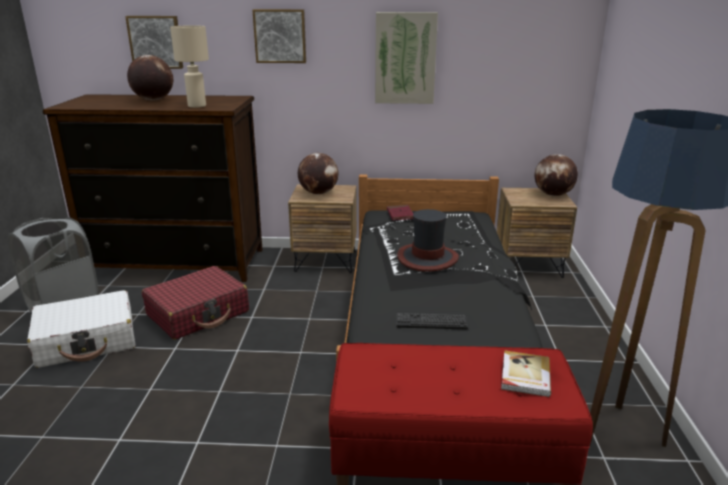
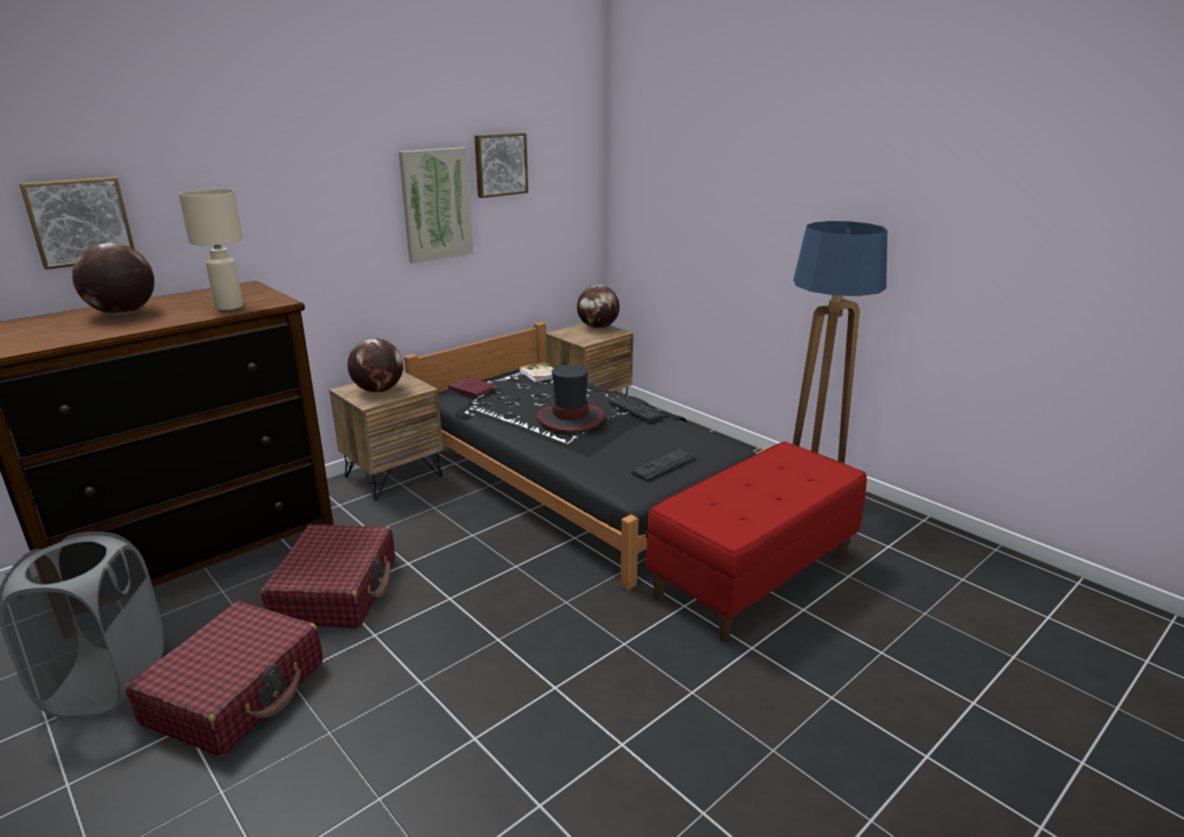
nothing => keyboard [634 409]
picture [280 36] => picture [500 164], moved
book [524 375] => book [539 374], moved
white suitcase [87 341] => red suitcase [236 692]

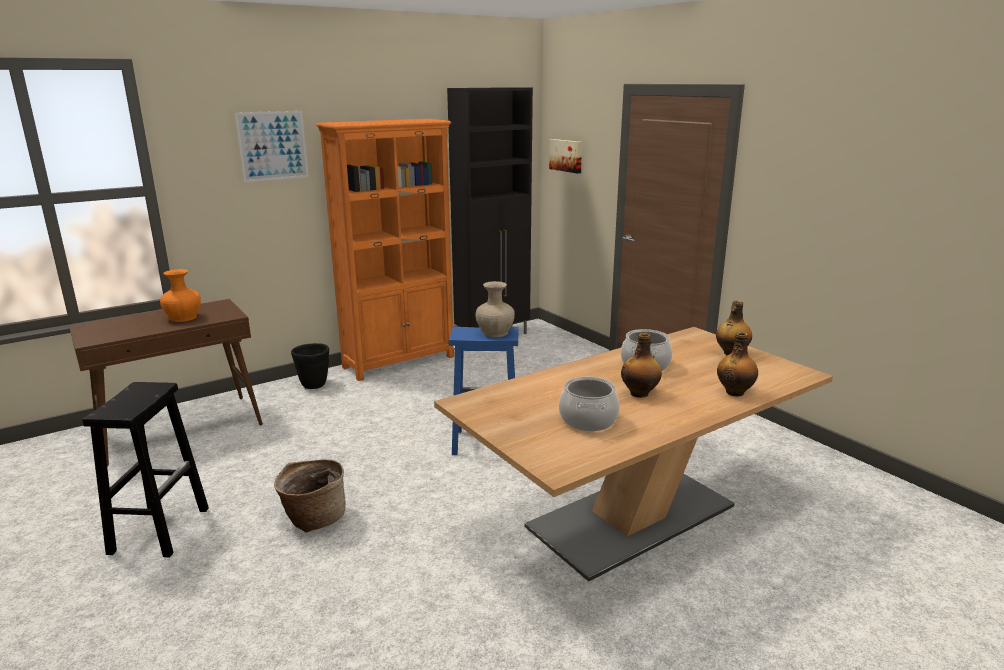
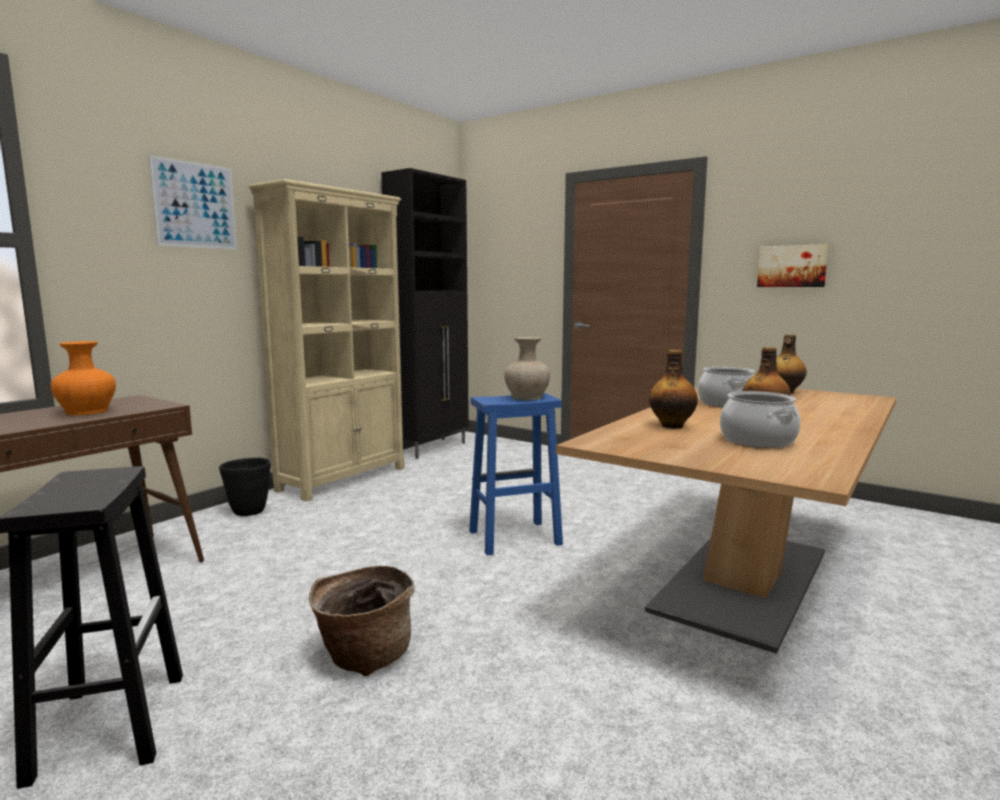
picture [566 155] => picture [792 266], moved
bottle [735 392] => bottle [672 425], moved
orange bookcase [400 361] => beige bookcase [343 479]

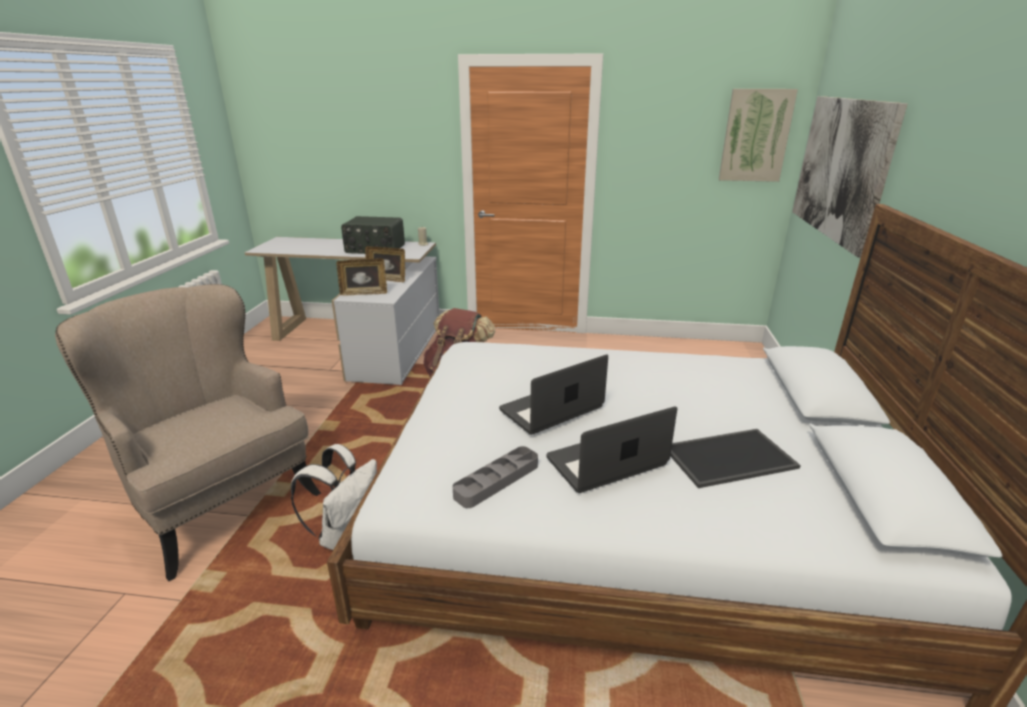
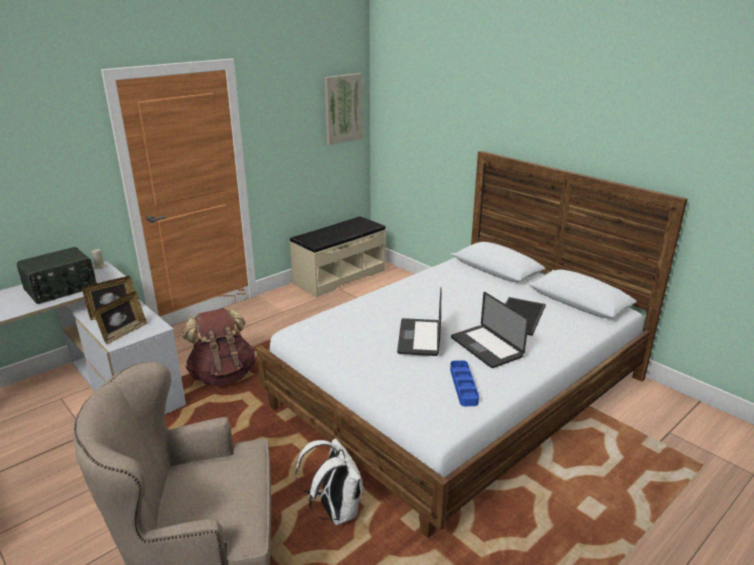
picture [841 168] => nothing
nothing => beige bench [339 276]
grey tray [497 480] => blue tray [463 385]
laptop [606 462] => laptop [486 347], 45 degrees counterclockwise

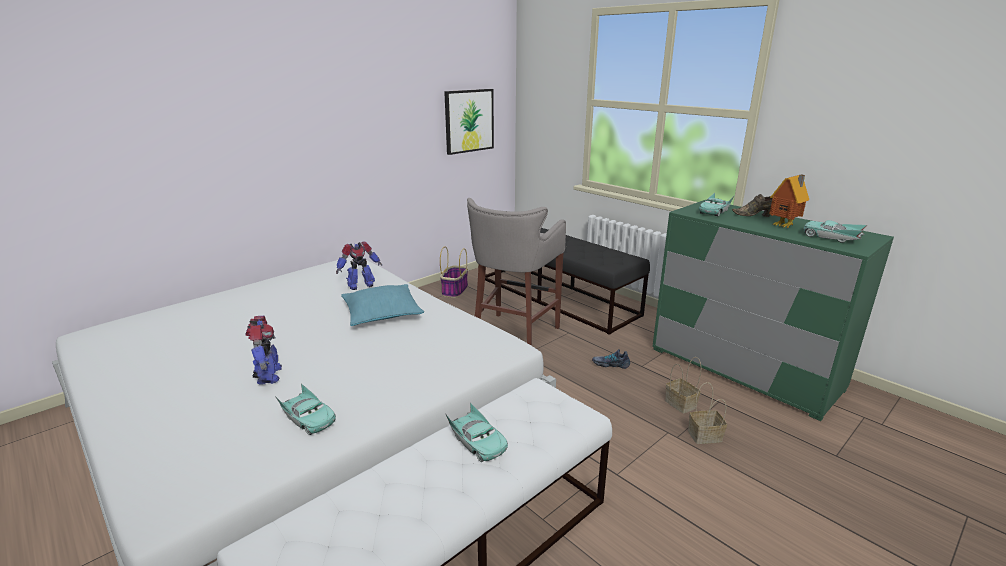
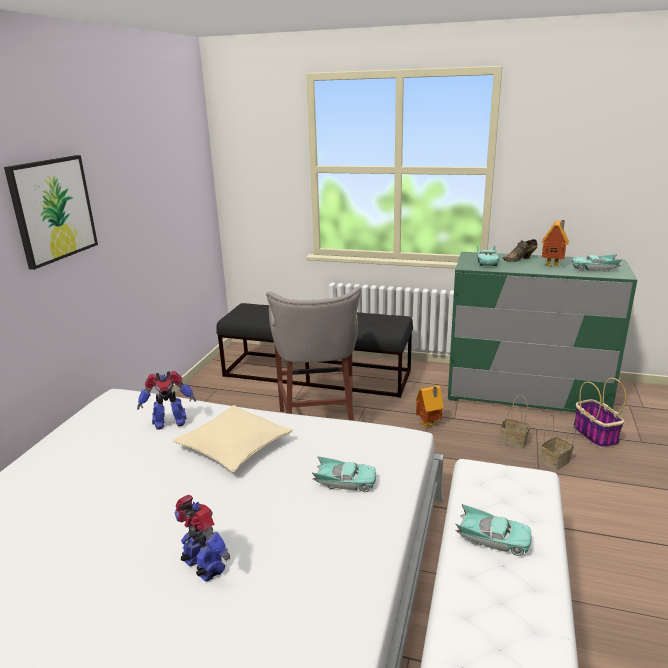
turquoise toy car [308 418] => turquoise toy car [345 482], moved
basket [455 290] => basket [594 435], moved
picture [469 121] => picture [53 209], moved
shoe [610 364] => toy house [429 425]
turquoise pillow [382 313] => beige pillow [234 447]
toy robot [360 285] => toy robot [169 422], 45 degrees clockwise

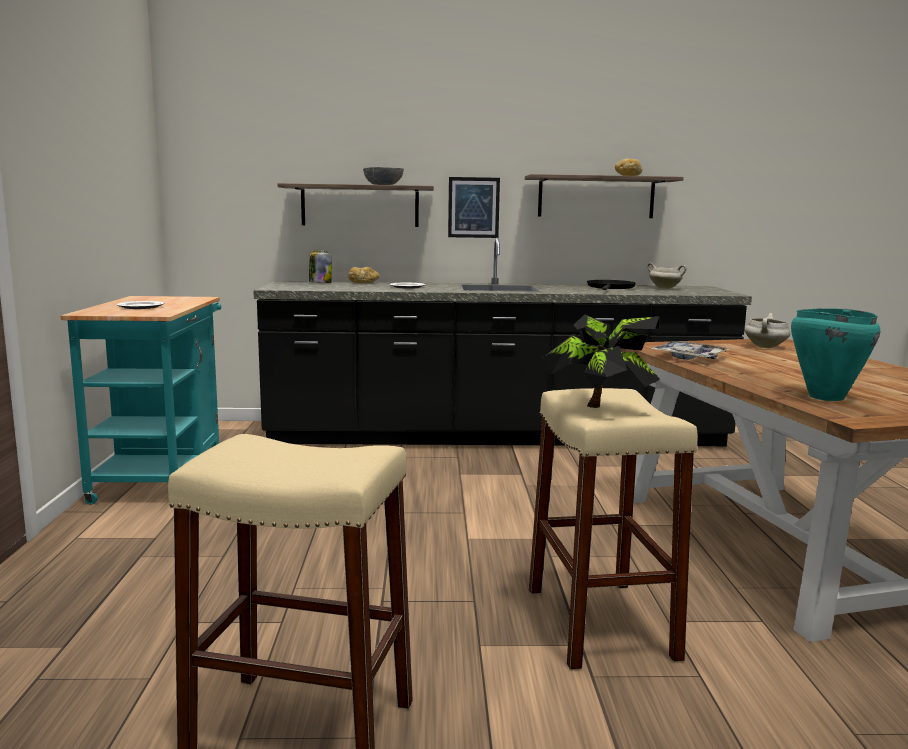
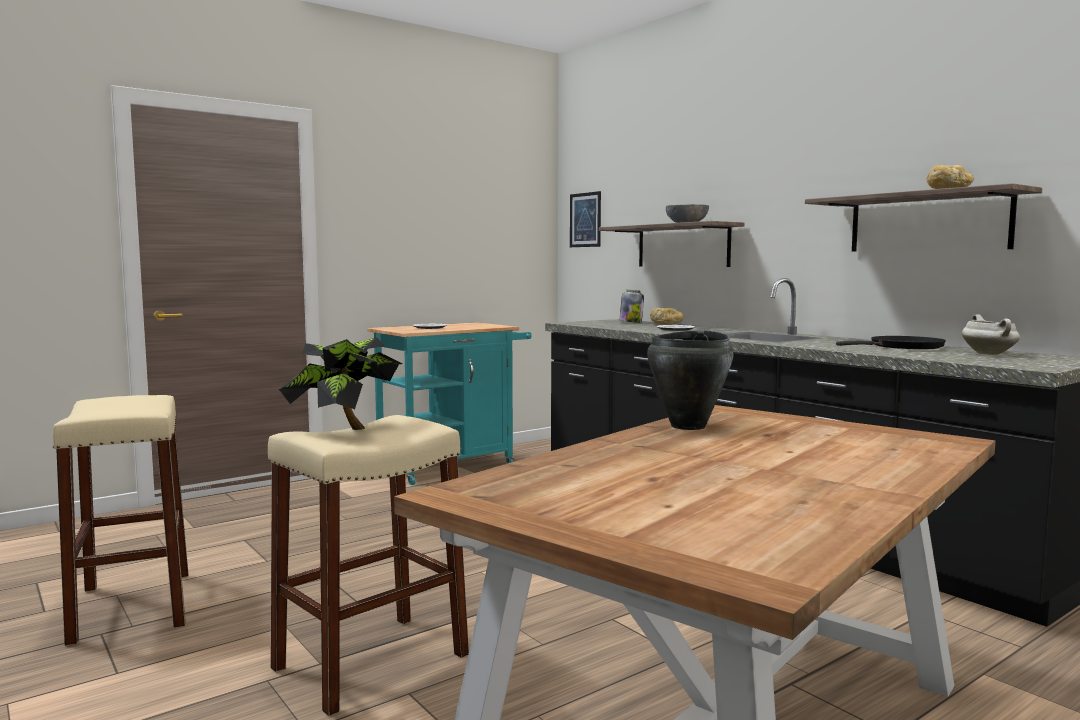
white cooking pot [766 347] => nothing
turquoise cooking pot [825 397] => nothing
picture [473 207] => picture [585 220], moved
tray [689 357] => black cooking pot [689 426]

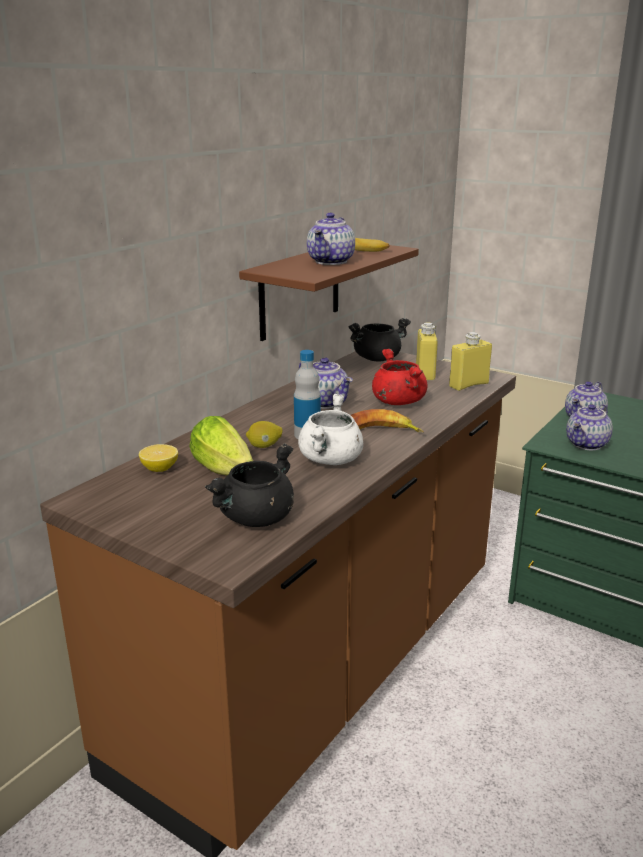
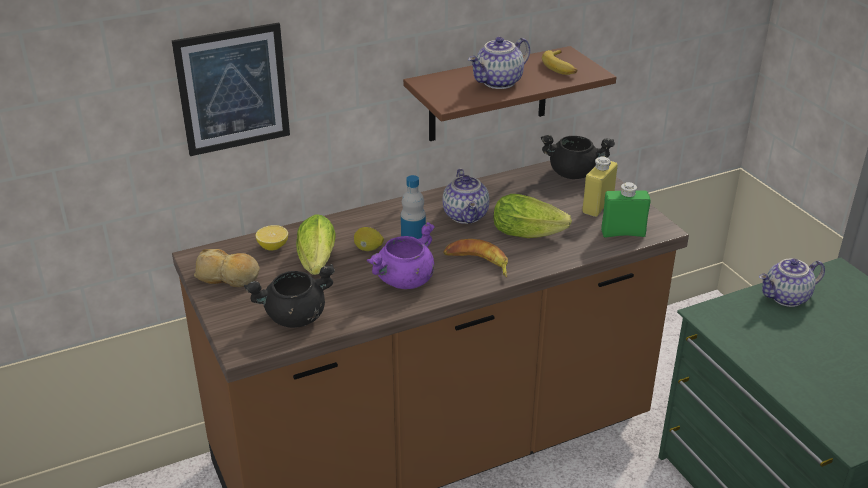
teapot [587 444] => nothing
nothing => picture [233 89]
nothing => bread [228 277]
red cooking pot [397 401] => lettuce [531 233]
white cooking pot [331 460] => purple cooking pot [404 281]
yellow bottle [468 385] => green bottle [623 233]

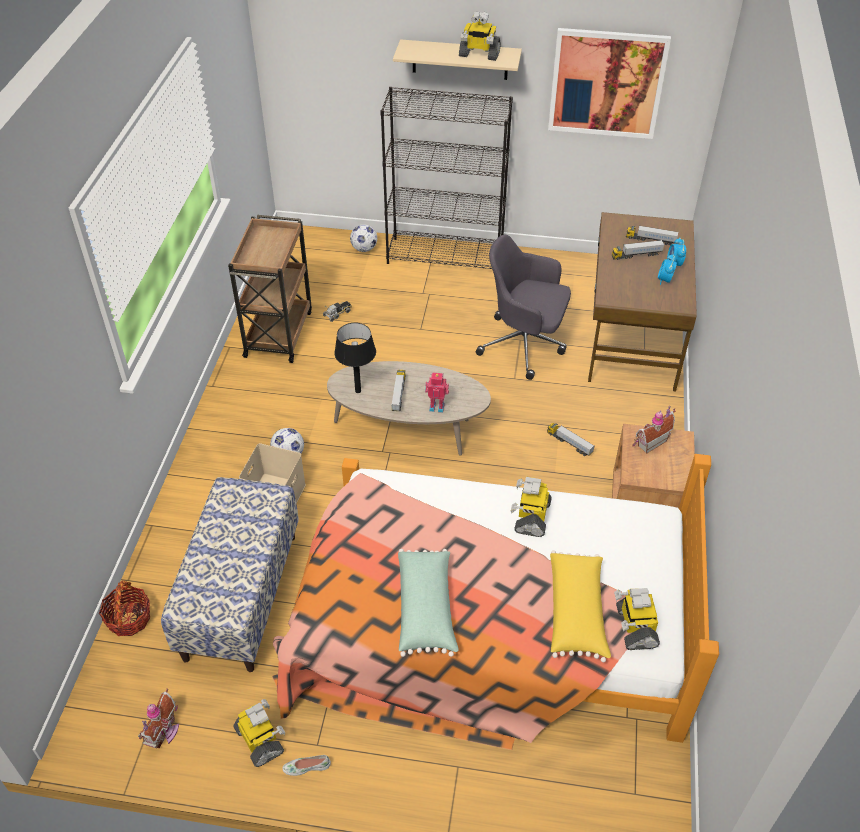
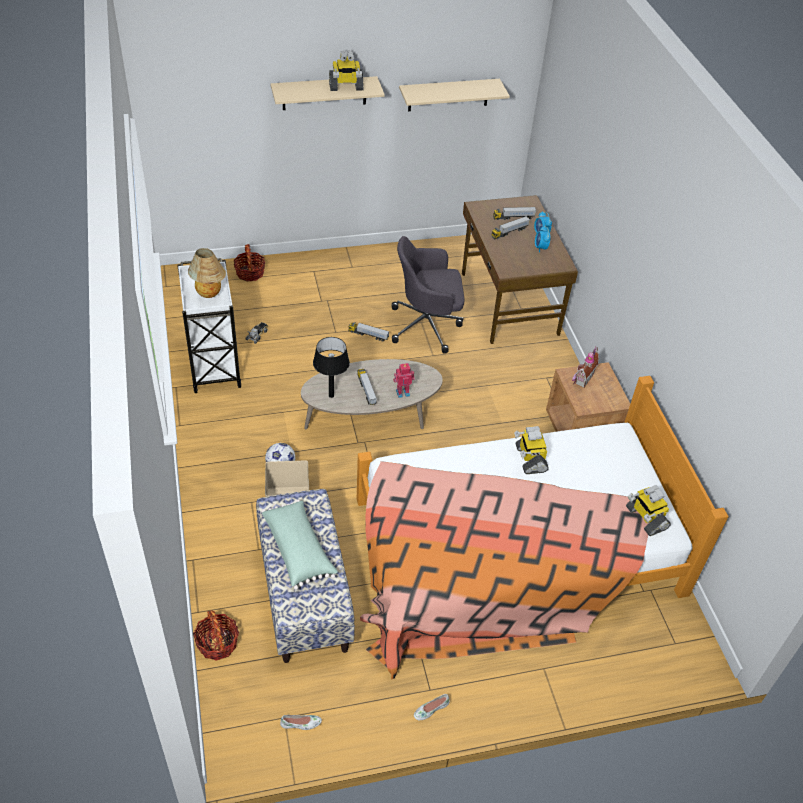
toy robot [260 740] => nothing
black bookcase [445 256] => nothing
yellow pillow [577 612] => nothing
nothing => table lamp [209 295]
green pillow [426 609] => green pillow [299 549], moved
toy truck [569 443] => toy truck [368 335], moved
toy house [164 732] => white shoe [301 723]
football [364 249] => basket [250 273]
picture [606 83] => beige shelf [448 95]
brown cart [279 332] => white cart [214 364]

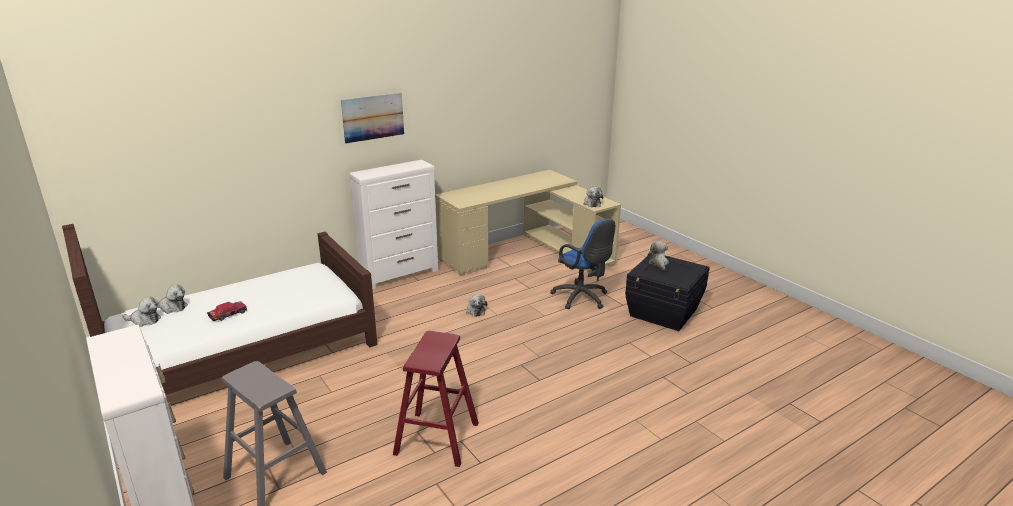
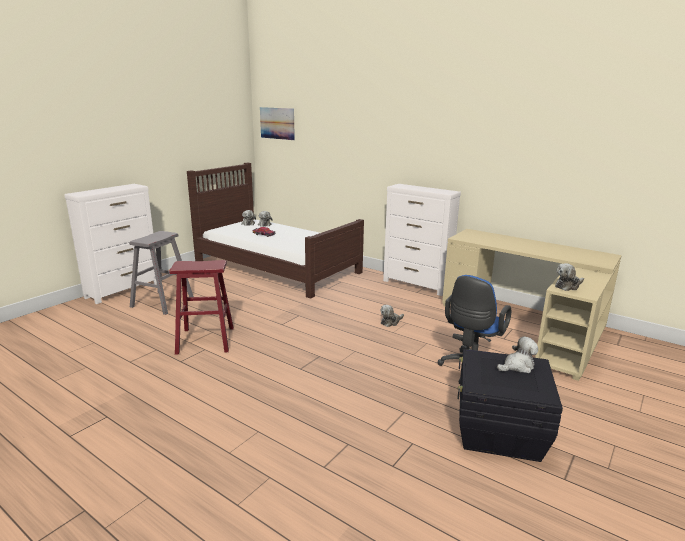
picture [373 117] => picture [277 123], moved

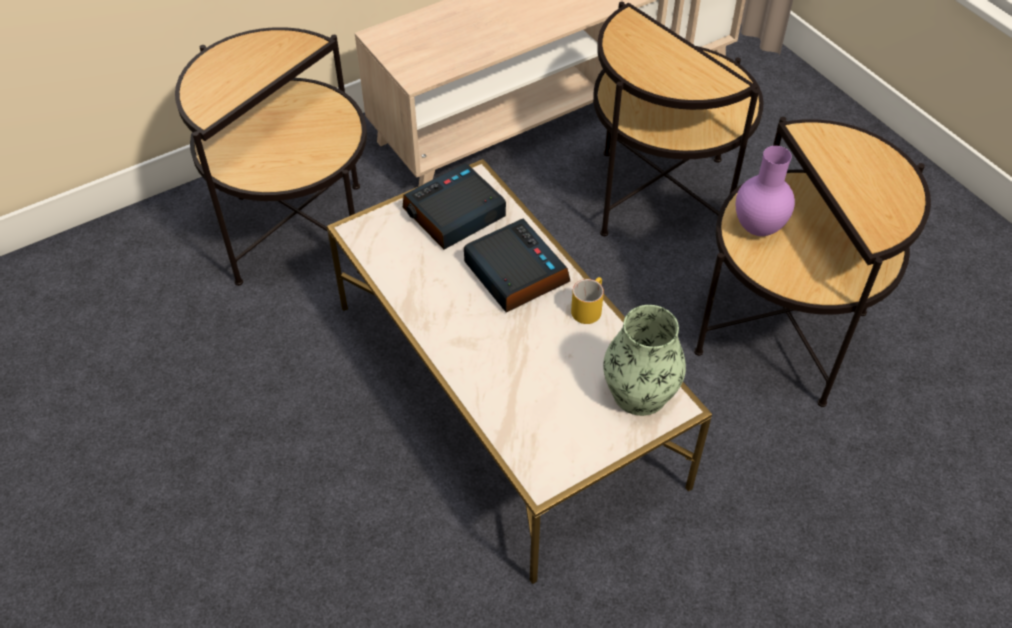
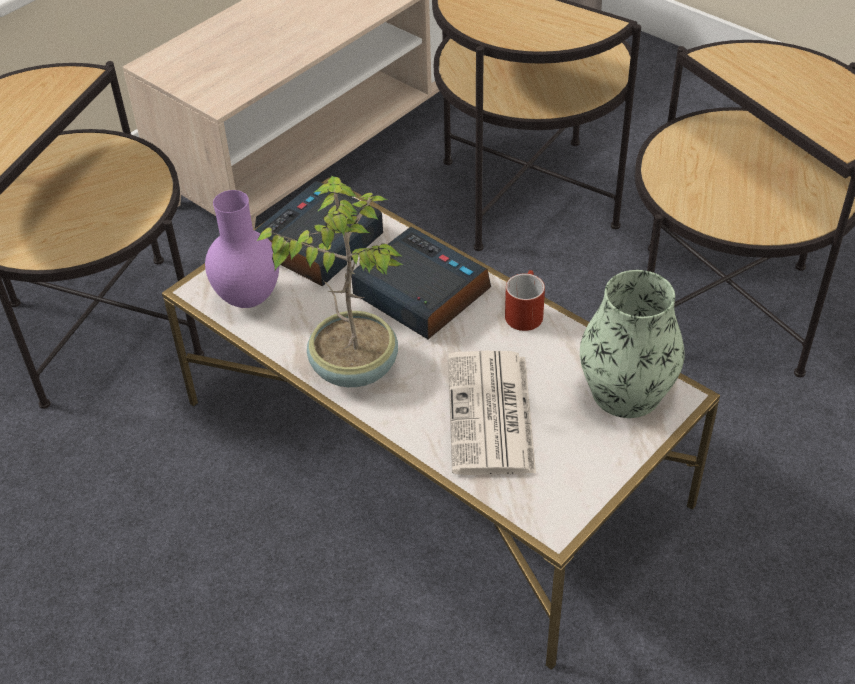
nothing => potted plant [354 366]
nothing => newspaper [491 415]
purple vase [757 227] => purple vase [247 298], moved
yellow mug [588 307] => red mug [524 312]

